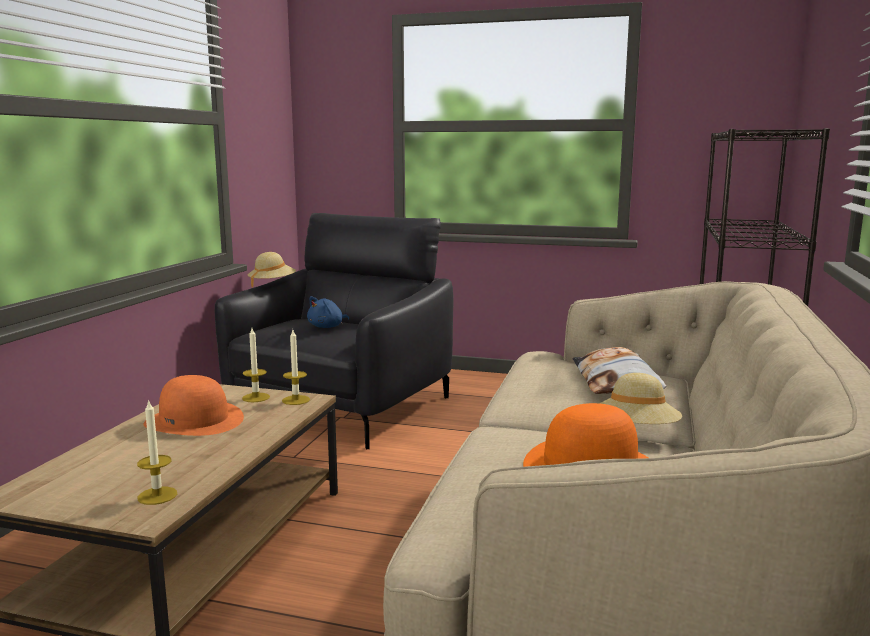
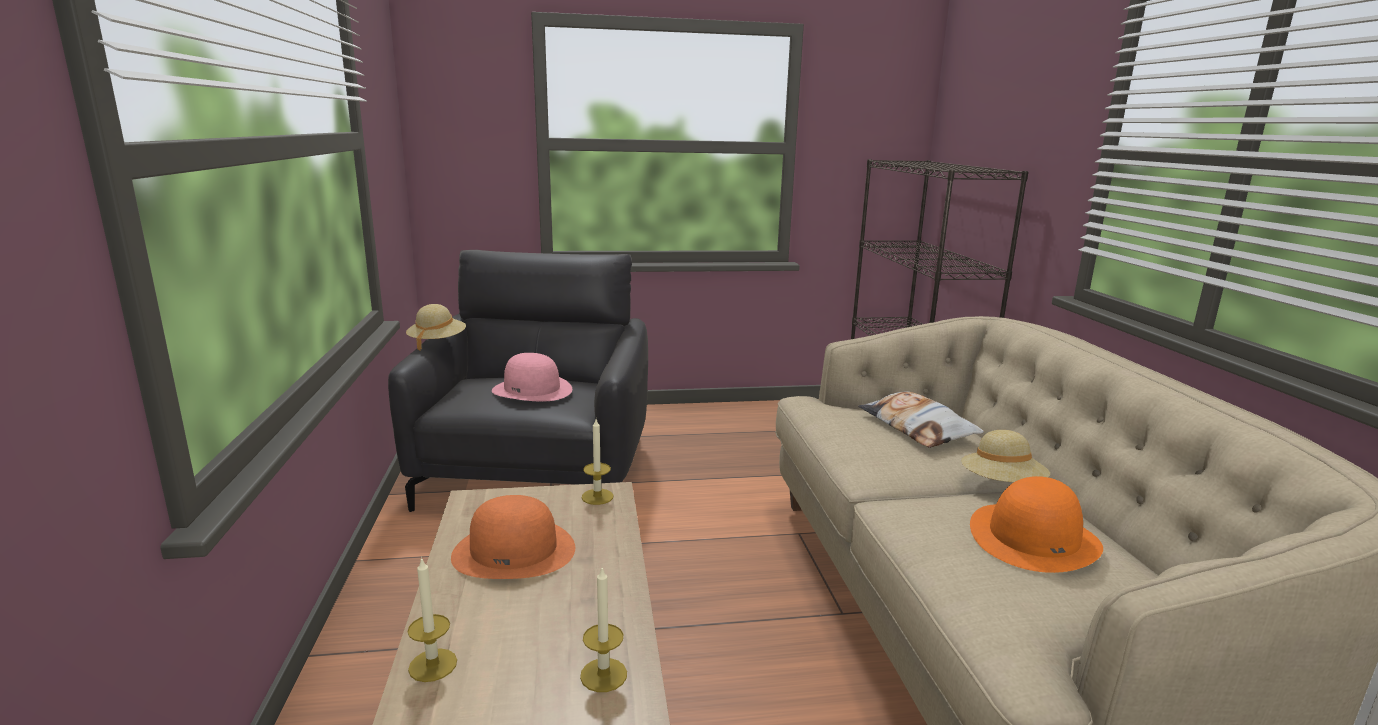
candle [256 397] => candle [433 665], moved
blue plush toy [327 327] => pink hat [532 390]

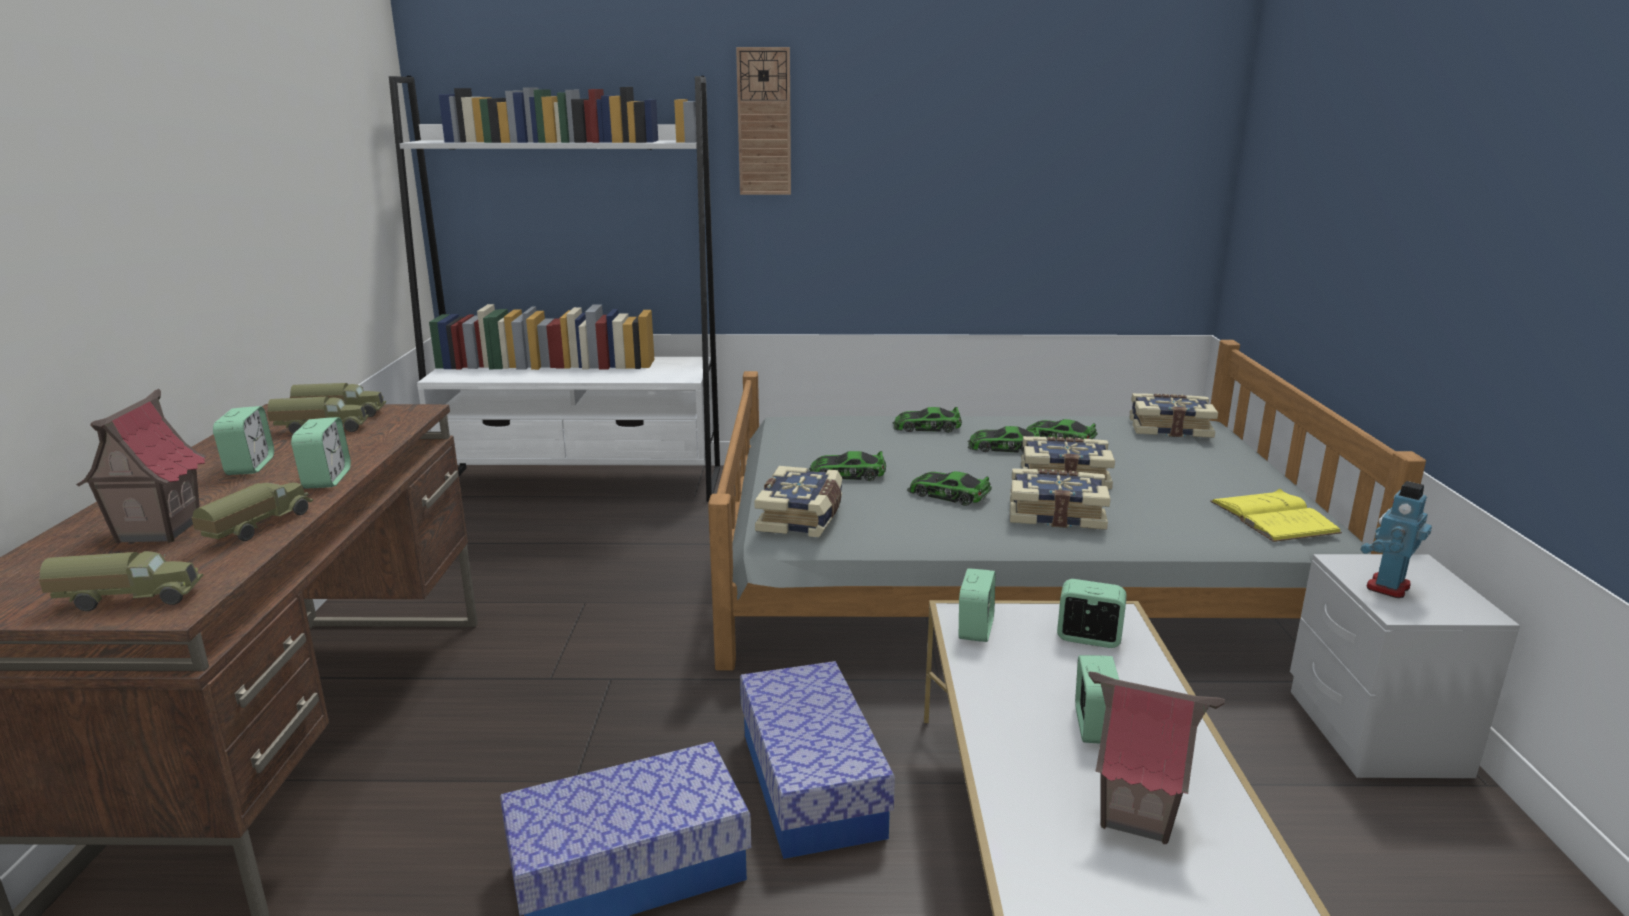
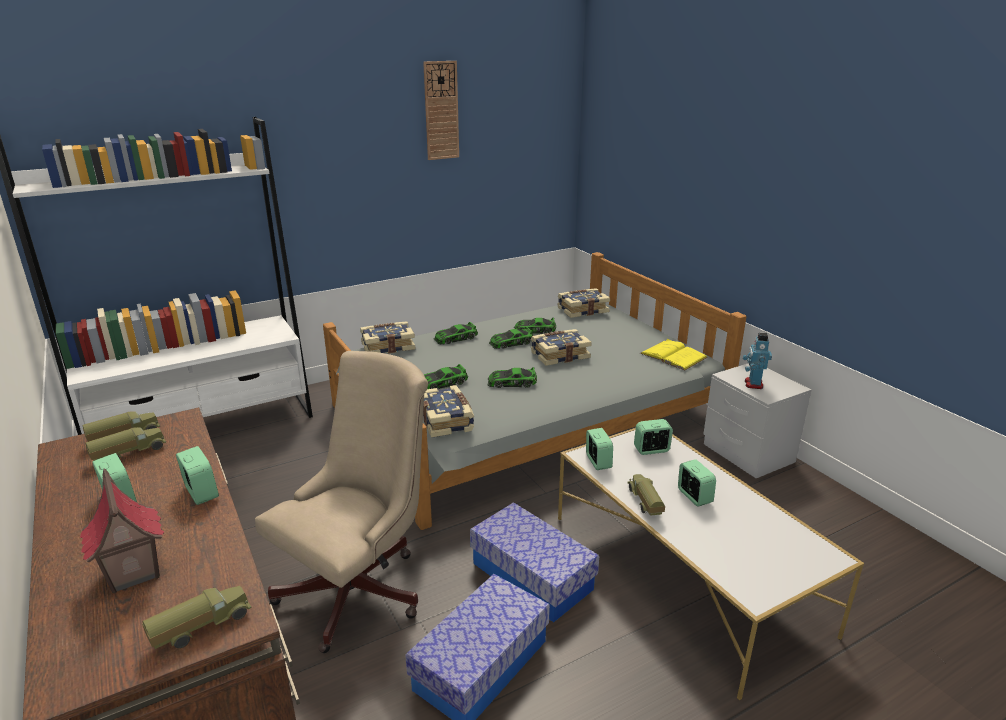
toy house [1136 814] => nothing
nothing => beige office chair [360 588]
toy truck [257 527] => toy truck [644 503], moved
wall clock [764 122] => wall clock [441 111], moved
book [1056 513] => book [387 346], moved

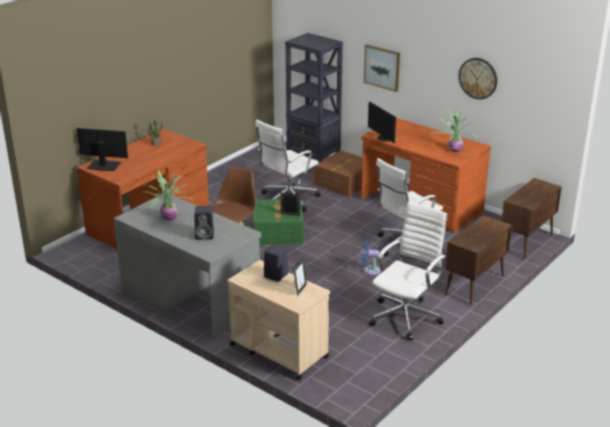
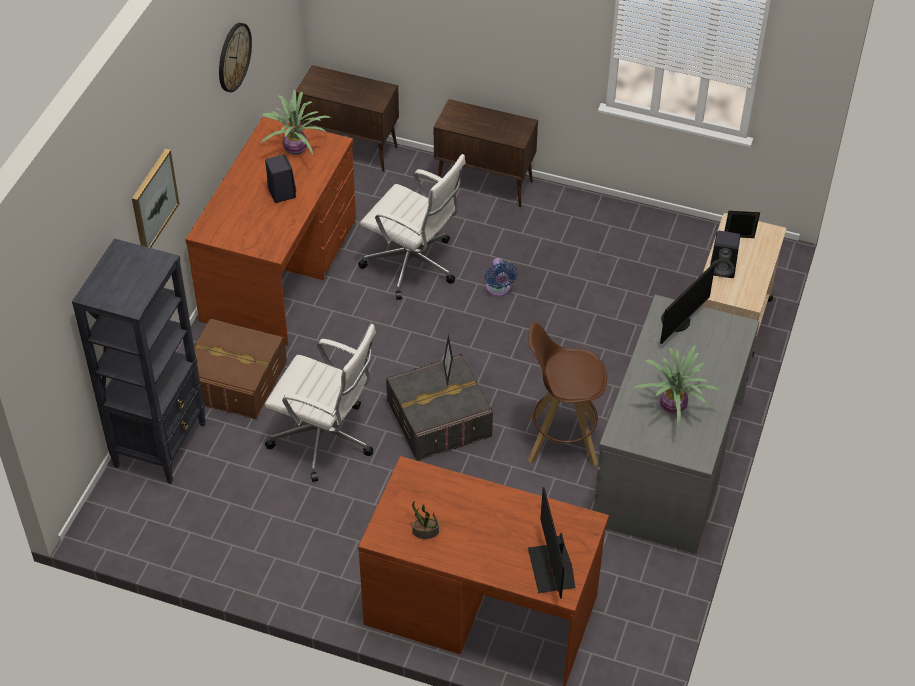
white office chair [406 316] => nothing
black speaker [205 235] => black speaker [281 192], moved
monitor [384 138] => monitor [678 322], moved
green storage box [278 232] => grey storage box [439 420]

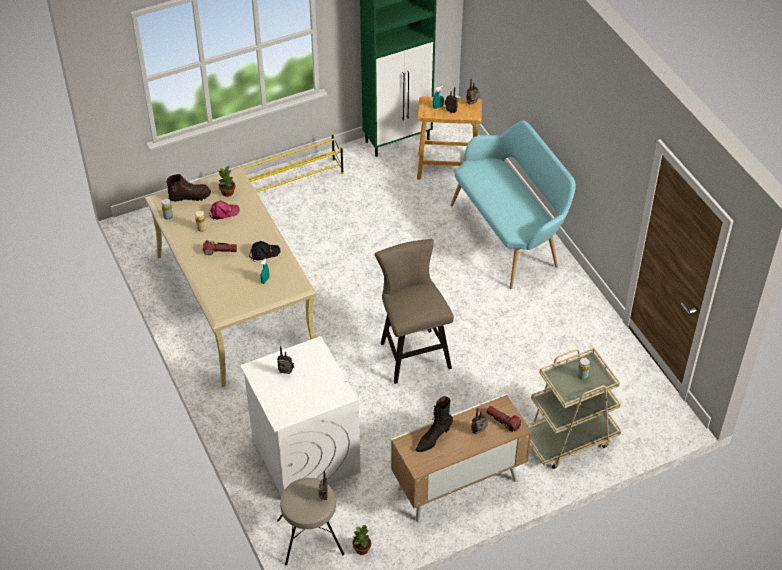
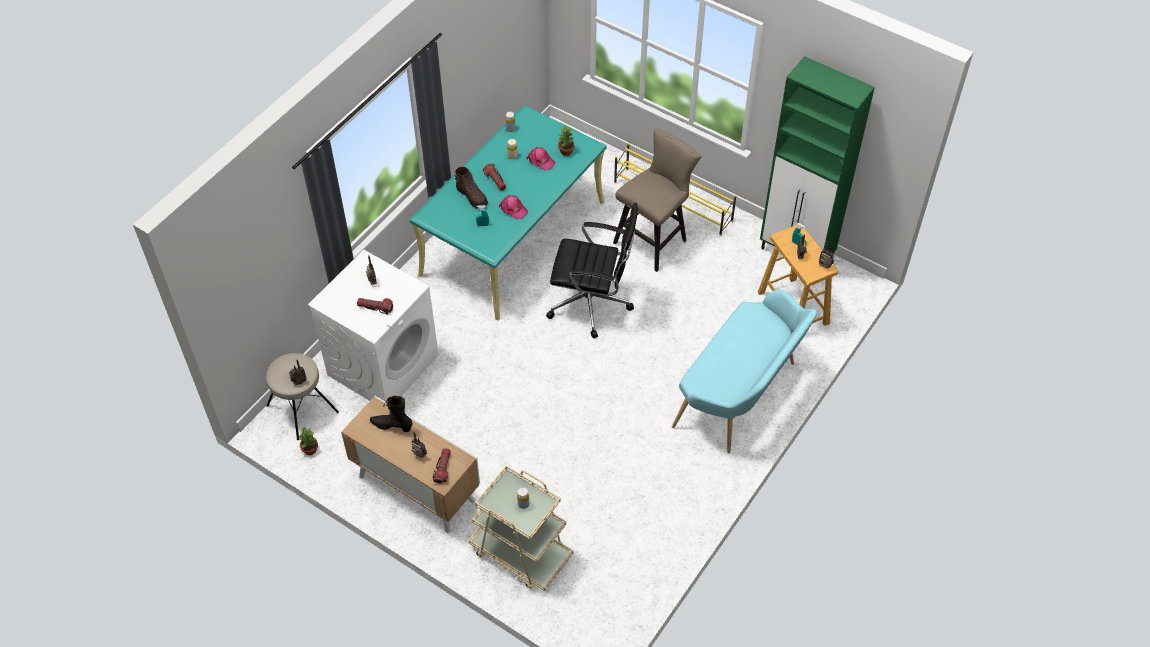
nothing => flashlight [375 307]
nothing => black office chair [592 303]
brown boot [189 196] => brown boot [472 196], moved
beige stool [412 352] => beige stool [654 240], moved
beige desk [234 302] => turquoise desk [513 237]
black cap [264 253] => pink cap [513 209]

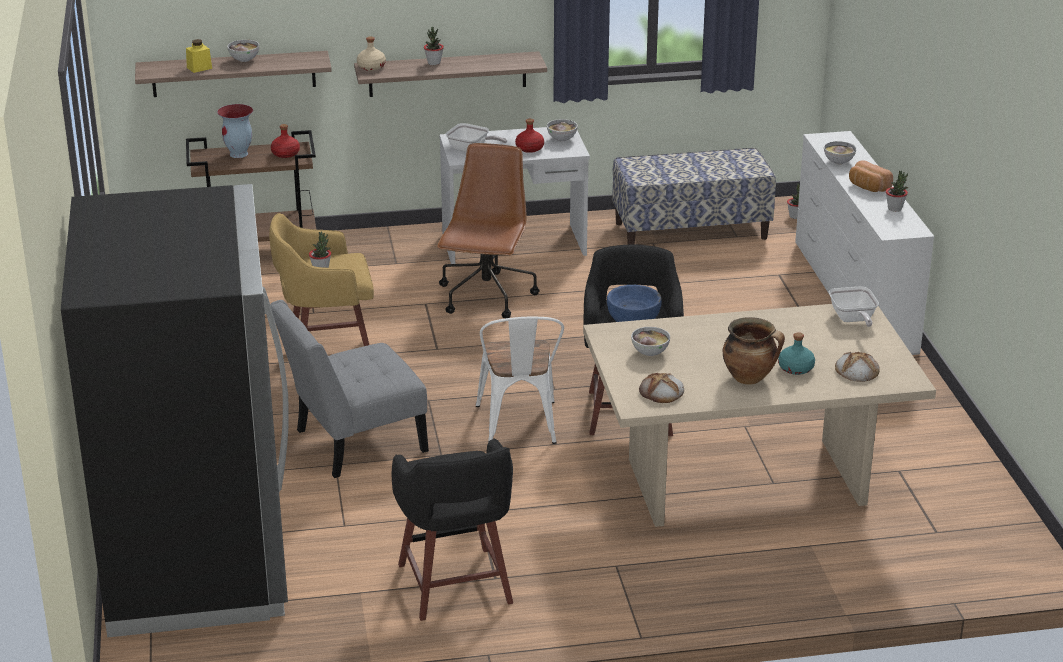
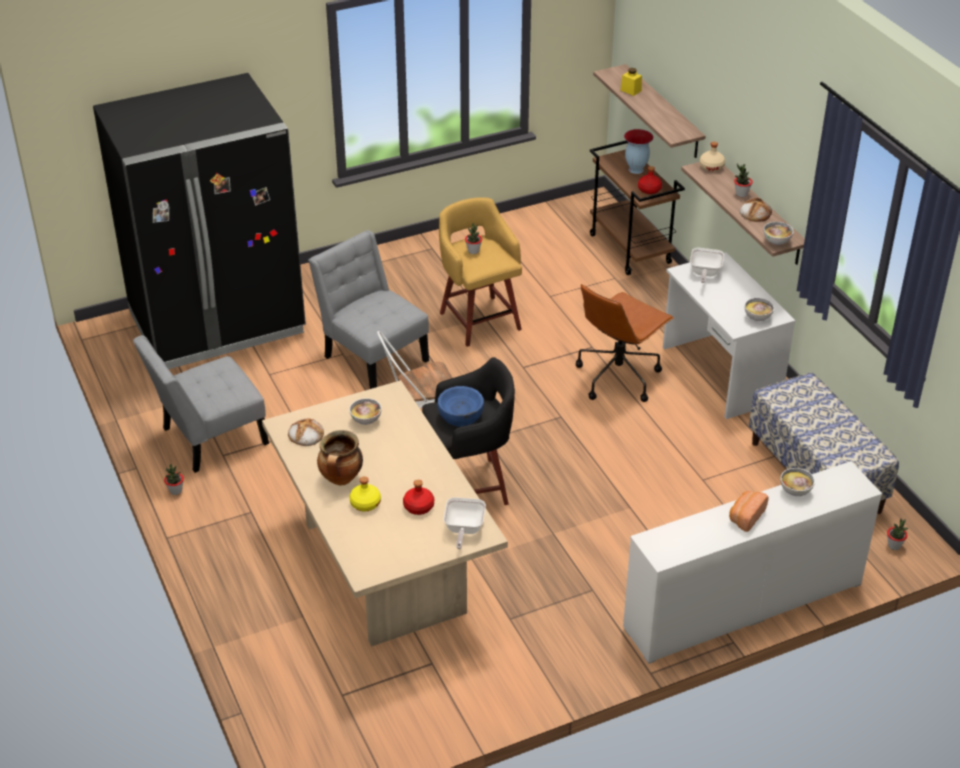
bowl [244 60] => bowl [777 242], moved
red bottle [529 148] => red bottle [418 507], moved
bread [856 371] => bread [755 213], moved
potted plant [895 208] => potted plant [176 491], moved
black stool [455 586] => grey chair [209 438]
turquoise bottle [795 368] => yellow bottle [365 503]
brown office chair [486 297] => brown office chair [618 376], 135 degrees clockwise
frying pan [852 320] => frying pan [463 530], 60 degrees counterclockwise

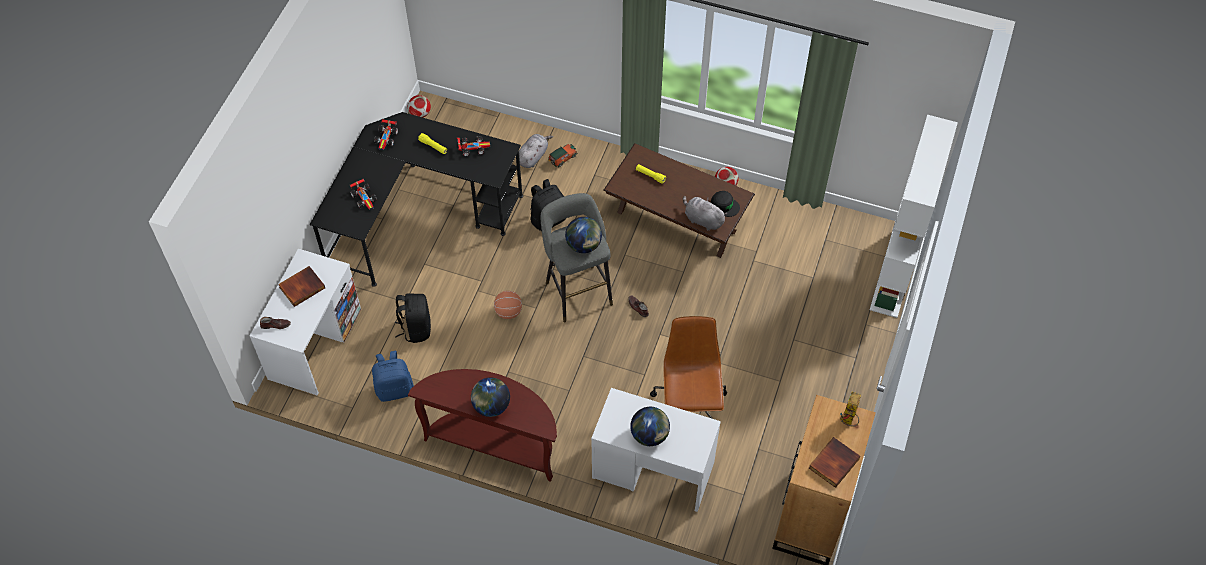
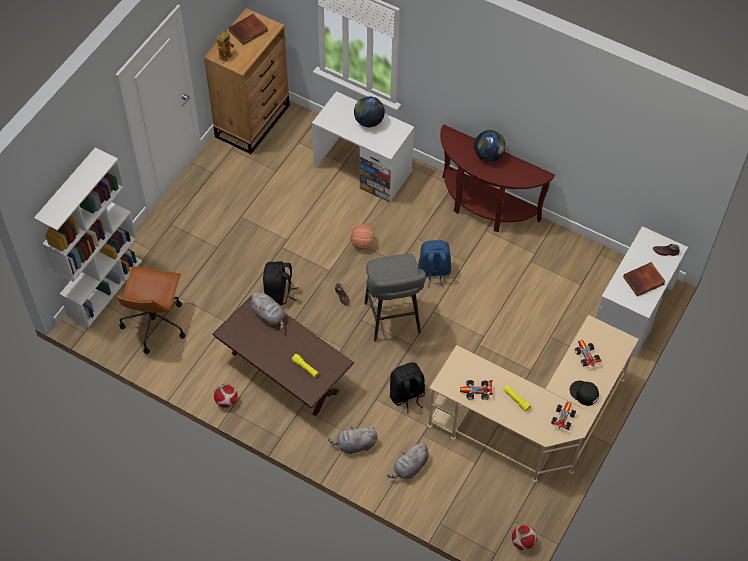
toy car [562 158] => nothing
globe [584 245] => nothing
nothing => grey plush toy [355 445]
blue backpack [394 389] => blue backpack [433 272], moved
black backpack [416 328] => black backpack [279 293], moved
basketball [508 312] => basketball [362 243], moved
brown office chair [689 405] => brown office chair [154 323], moved
black cap [724 205] => black cap [584 393], moved
black desk [417 214] => beige desk [534 422]

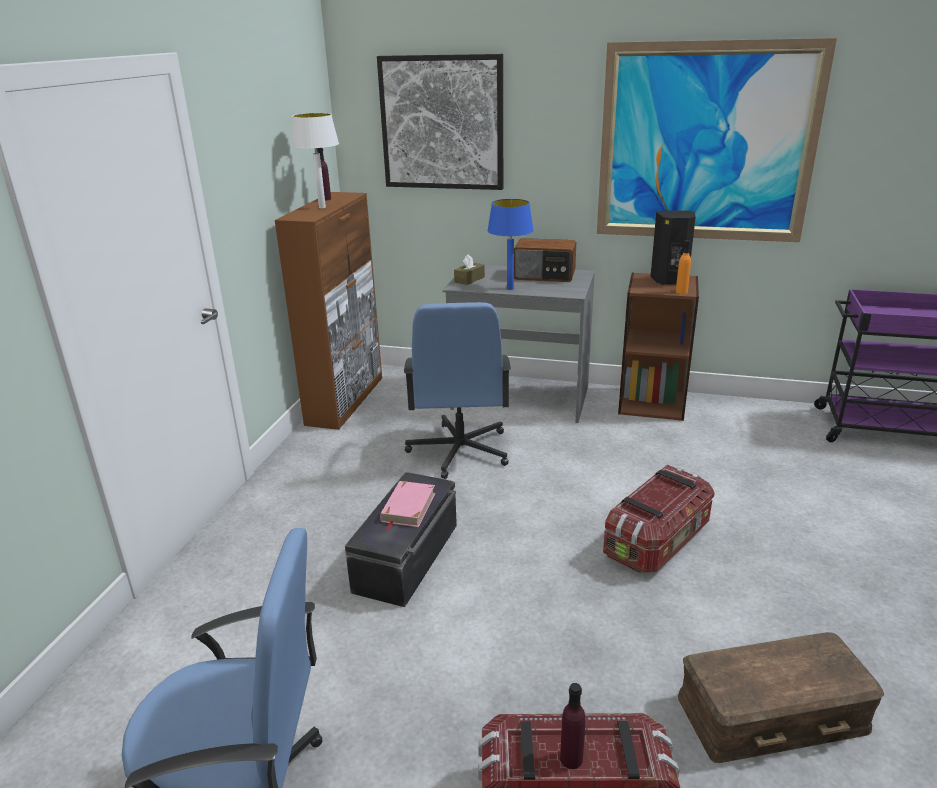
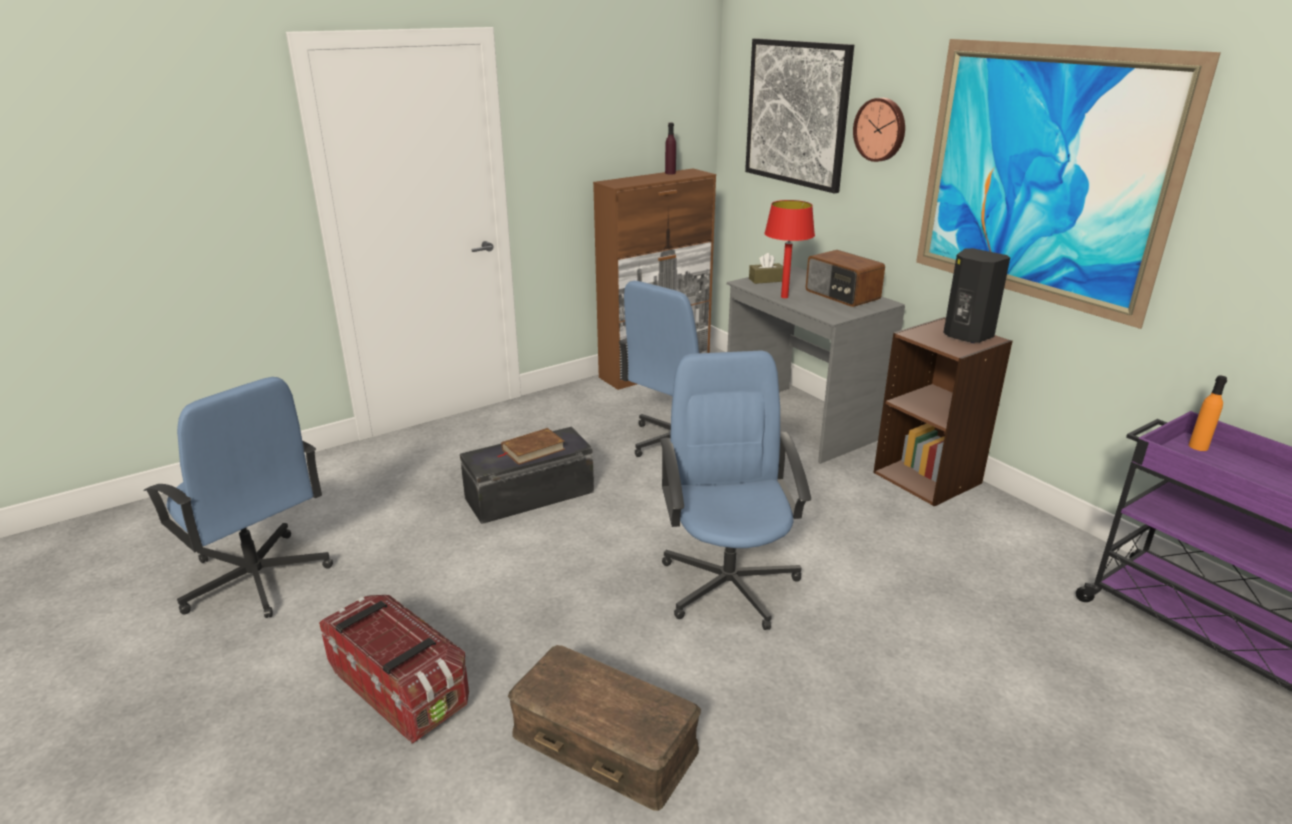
white table lamp [322 207] => nothing
purple bottle [571 759] => nothing
nothing => wall clock [881 129]
orange bottle [681 292] => orange bottle [1198 446], moved
storage box [658 541] => blue office chair [729 583]
pink book [408 507] => brown book [532 449]
blue table lamp [510 288] => red table lamp [784 297]

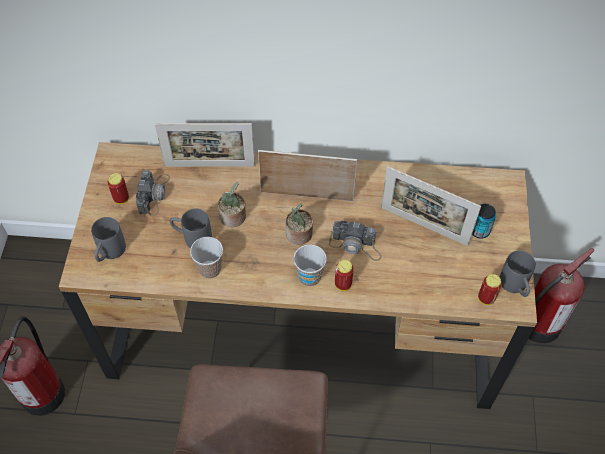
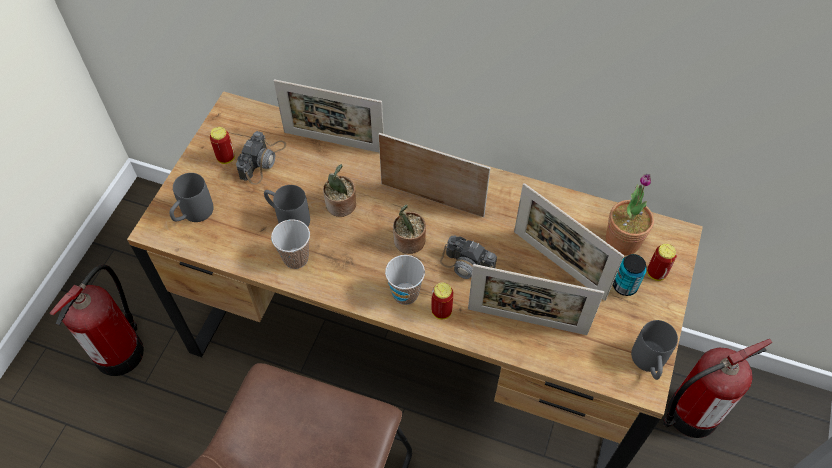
nothing => picture frame [527 321]
nothing => potted plant [622 241]
can [486 298] => can [656 273], moved

